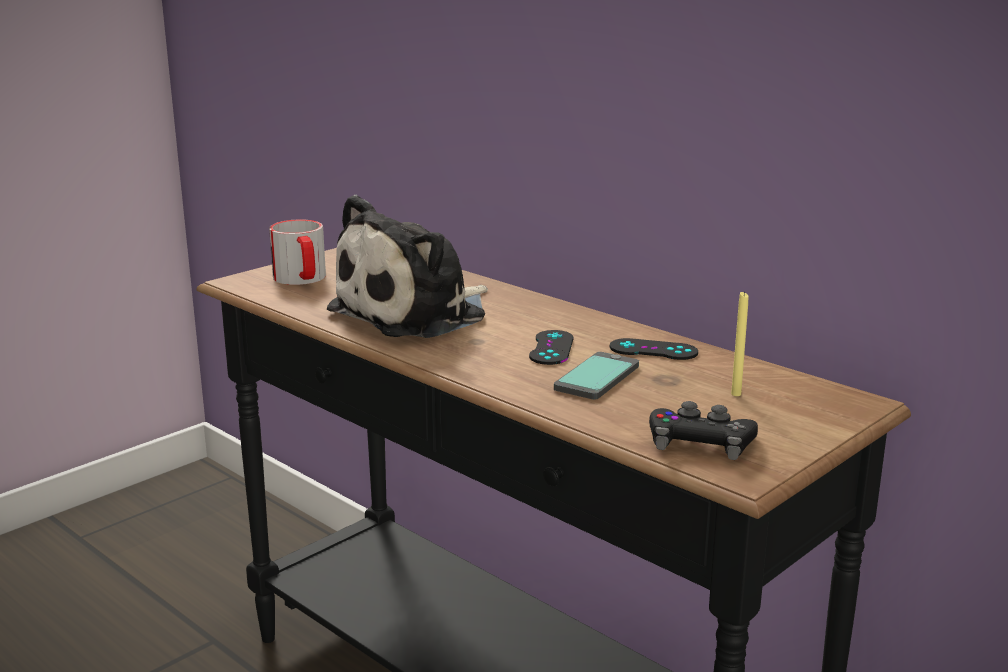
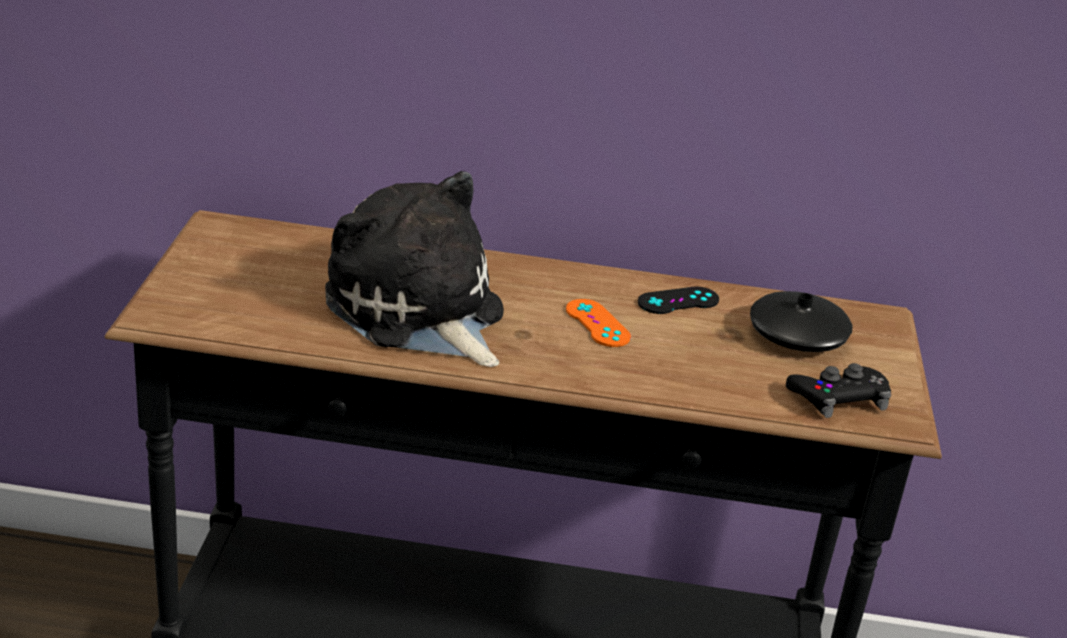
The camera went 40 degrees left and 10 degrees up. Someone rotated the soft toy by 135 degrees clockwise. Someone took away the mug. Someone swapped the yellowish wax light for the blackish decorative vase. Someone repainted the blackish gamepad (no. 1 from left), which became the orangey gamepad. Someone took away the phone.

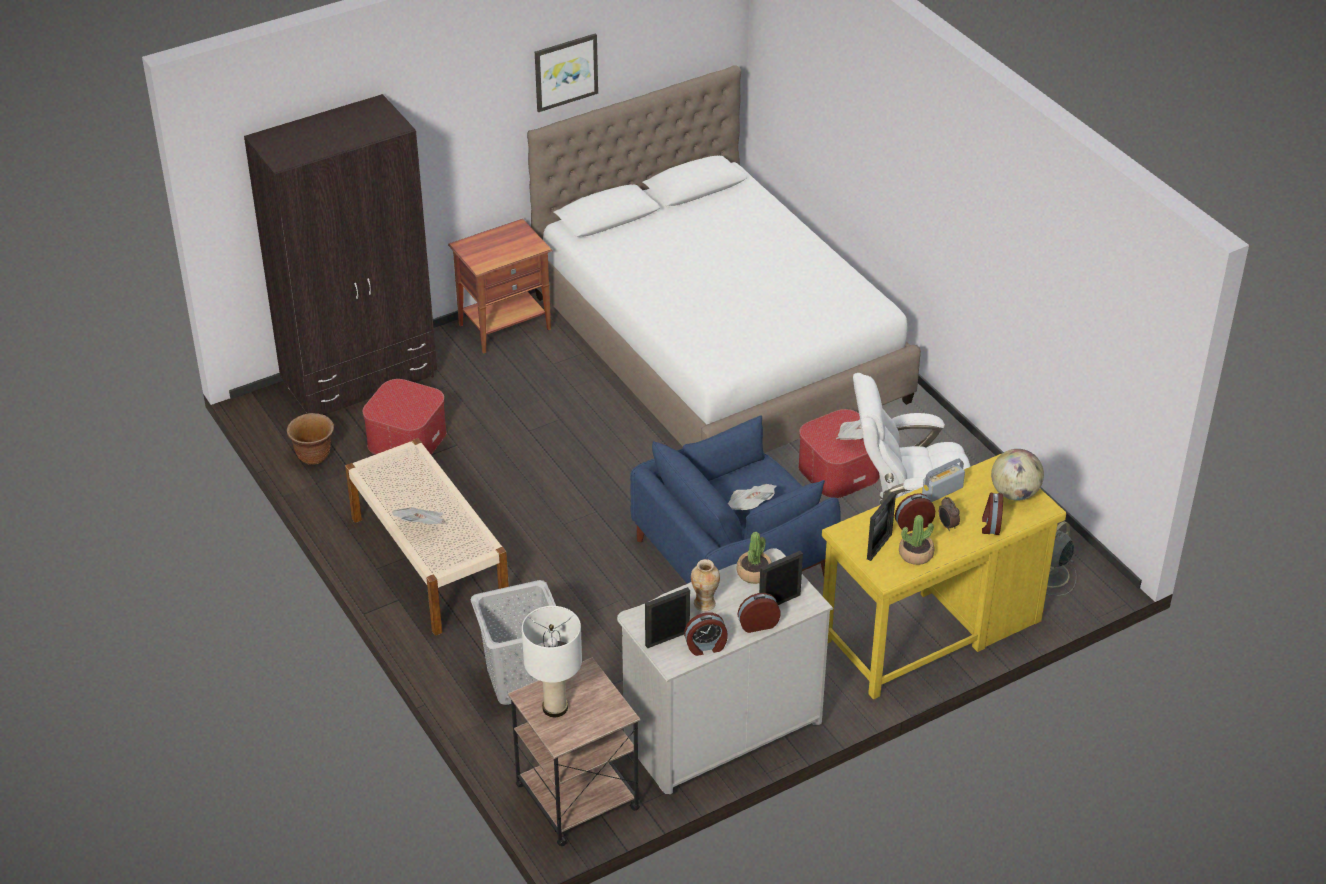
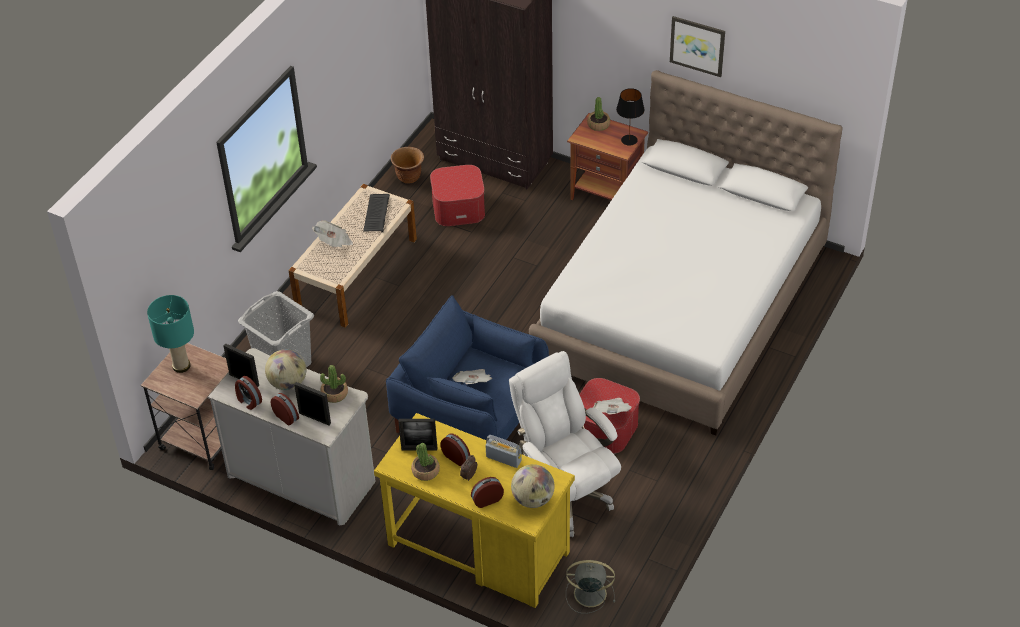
The camera went 60 degrees right and 5 degrees up. Someone swapped the decorative vase for the globe (no. 1 from left). Someone repainted the white table lamp, which became the turquoise-coloured table lamp. Someone put down the blackish table lamp. Someone put down the potted plant (no. 3 from left). Someone put down the computer keyboard.

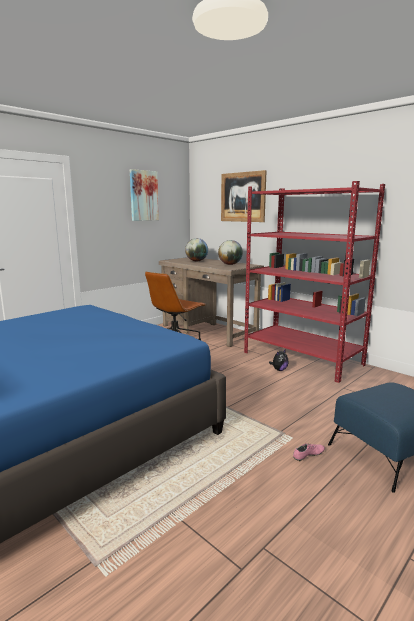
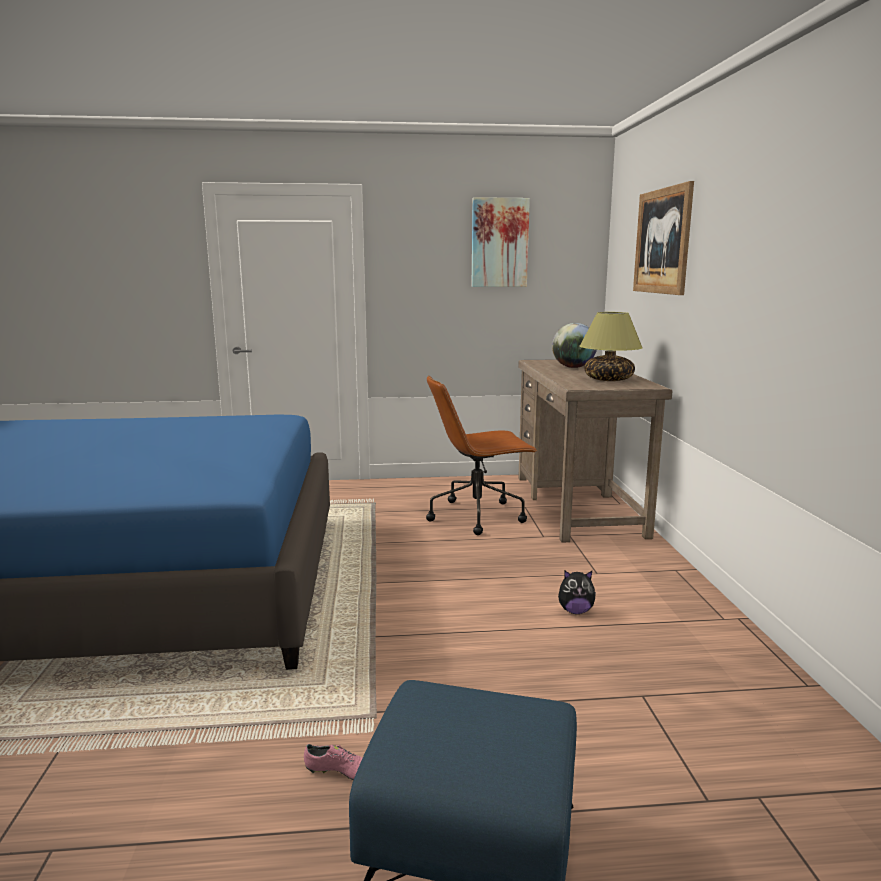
The camera went 40 degrees right and 0 degrees up. Someone took away the red-coloured bookcase. Someone swapped the globe (no. 2 from left) for the table lamp.

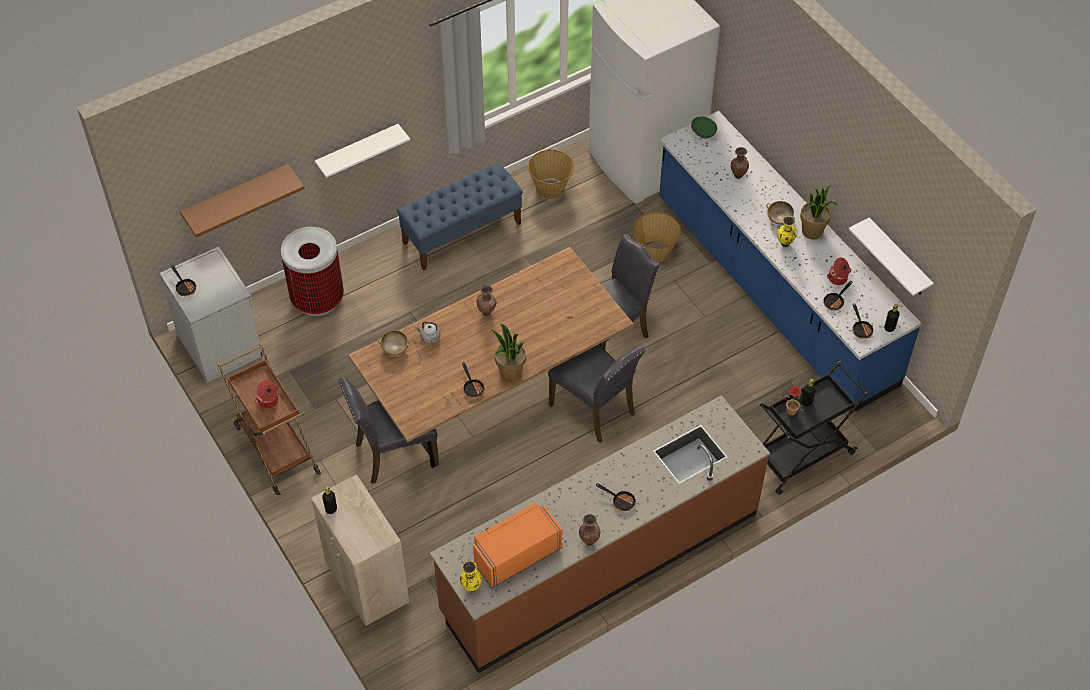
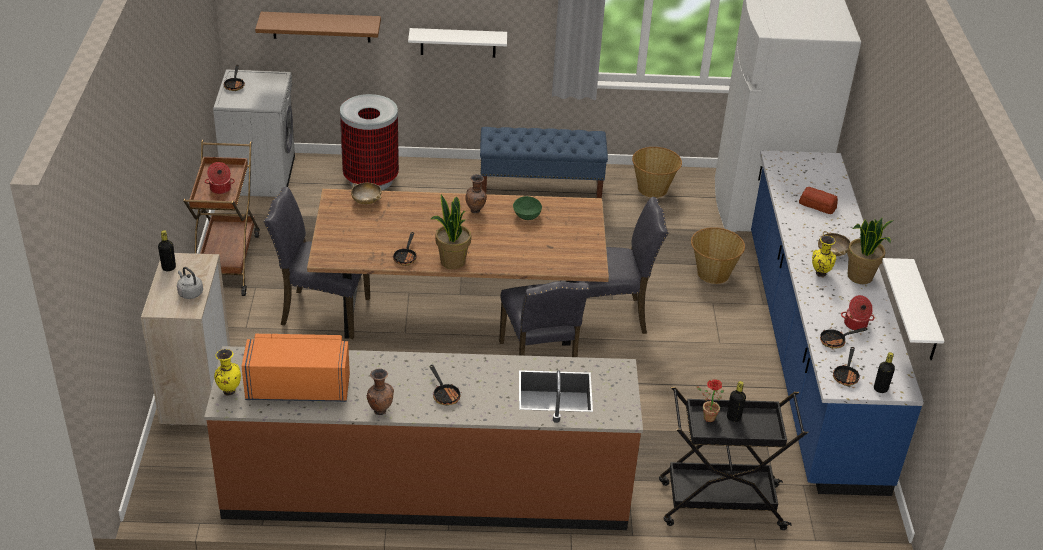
The camera went 30 degrees right and 15 degrees down. Someone carried the greenish deep dish. Someone swapped the brownish decorative vase (no. 3 from left) for the baked bread. Someone carried the gray water kettle.

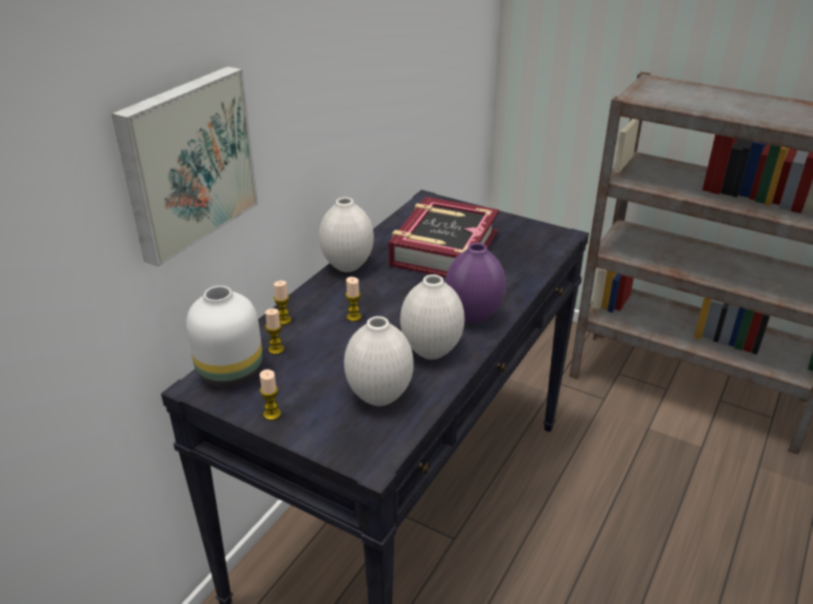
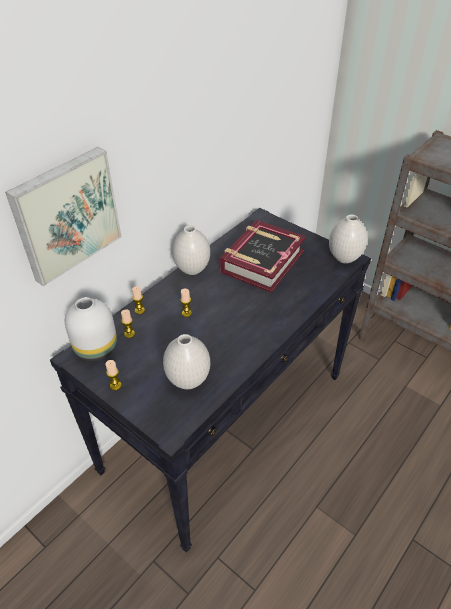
The camera went 10 degrees right and 10 degrees up. Someone took away the purple decorative vase. Someone carried the white decorative vase (no. 4 from left).

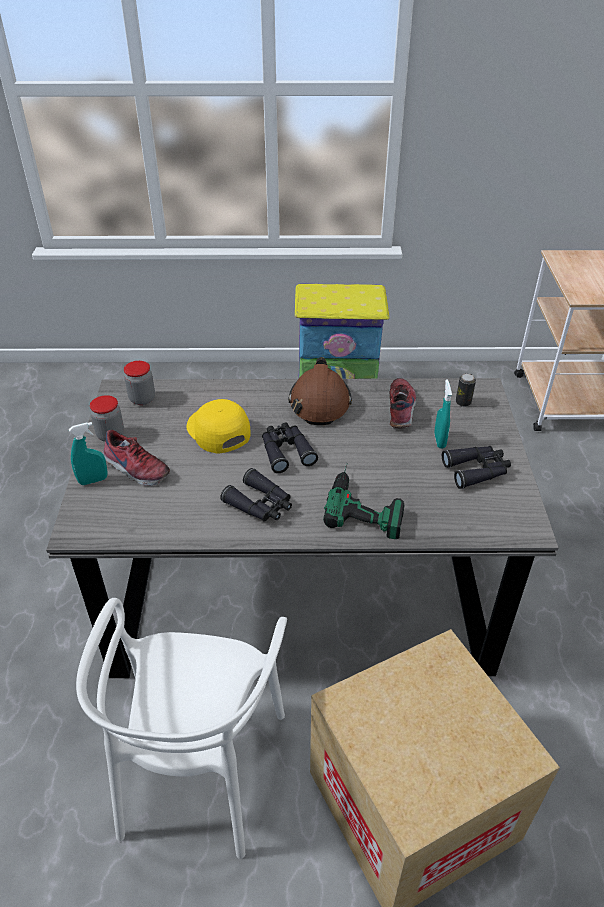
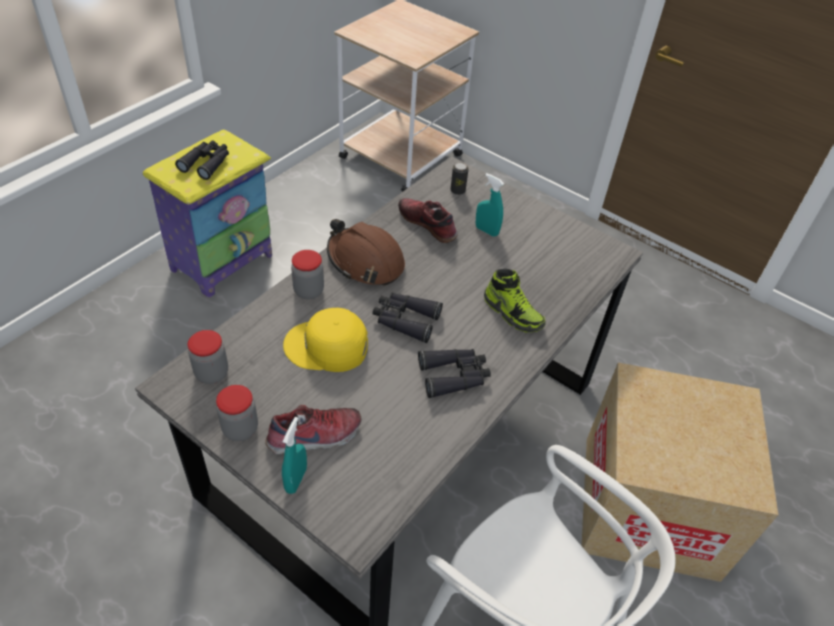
The camera went 55 degrees left and 5 degrees up. Someone carried the blackish binoculars (no. 3 from left in the first image). Someone swapped the power drill for the shoe (no. 3 from left). Someone put down the jar (no. 3 from left).

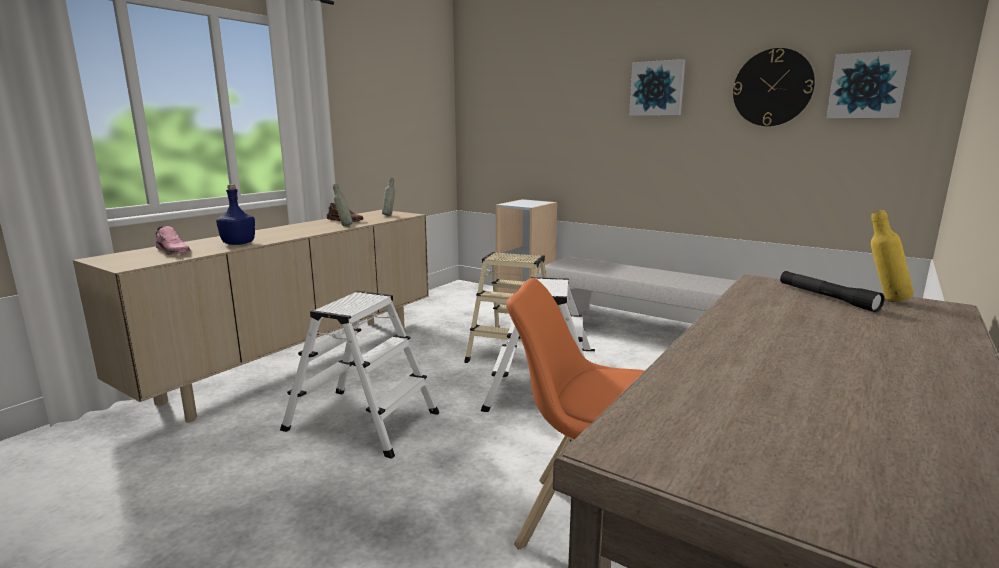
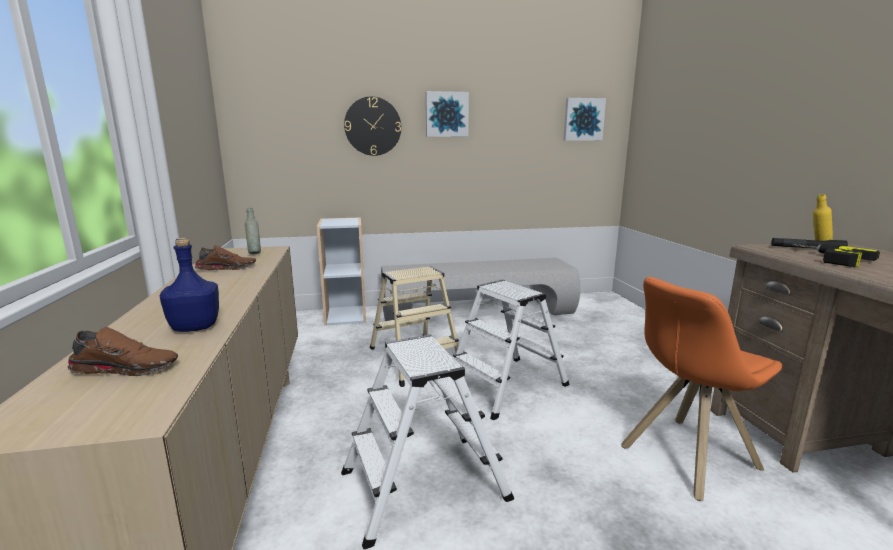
The camera went 45 degrees left and 0 degrees up. Someone carried the wall clock. Someone took away the gray drink bottle (no. 1 from left). Someone repainted the pinkish shoe, which became the brownish shoe (no. 1 from left). Someone put down the power drill.

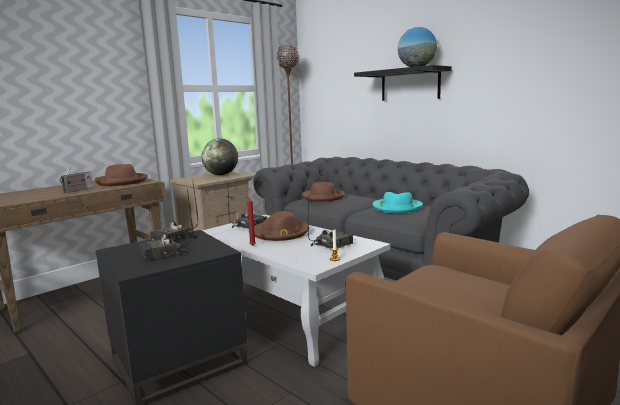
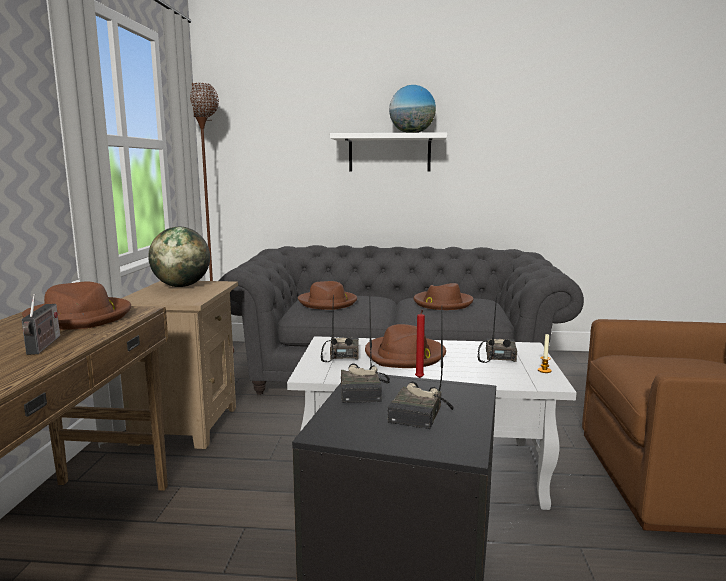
The camera went 40 degrees left and 0 degrees up. Someone repainted the blackish bracket shelf, which became the white bracket shelf. Someone repainted the turquoise-coloured hat, which became the brownish hat (no. 4 from left).

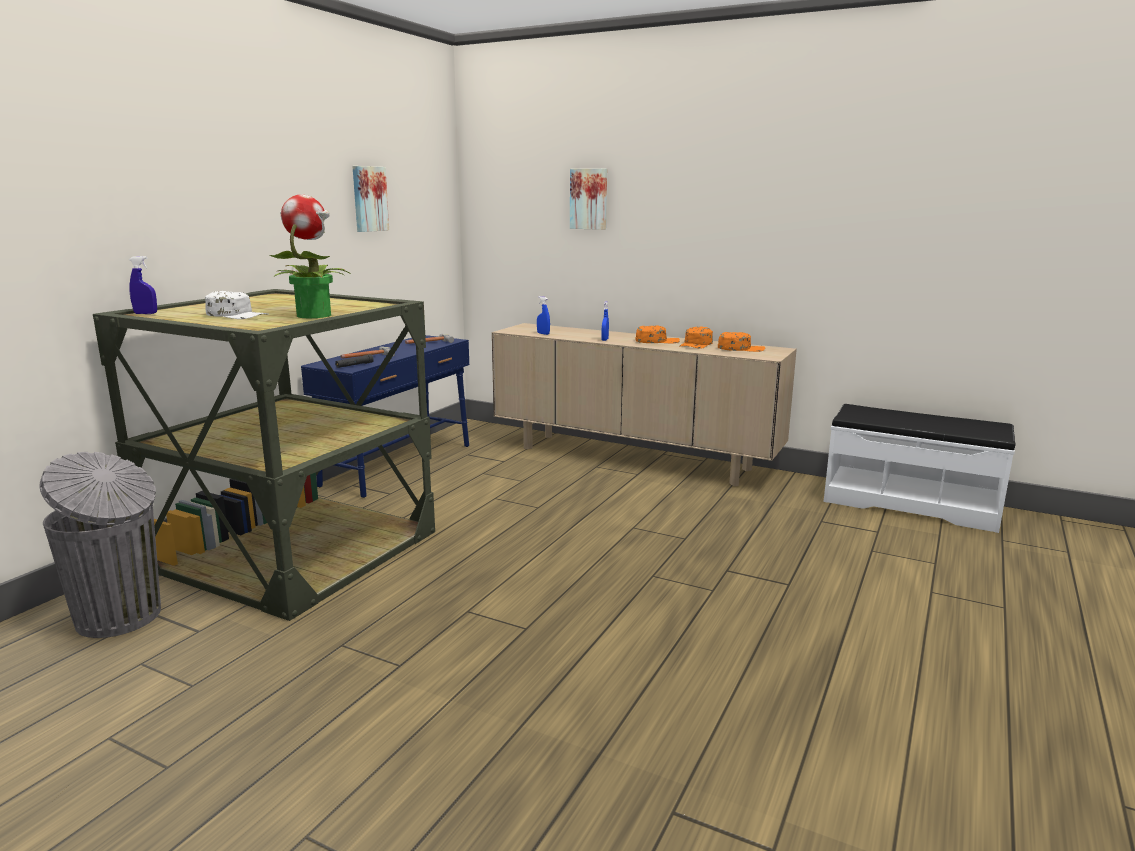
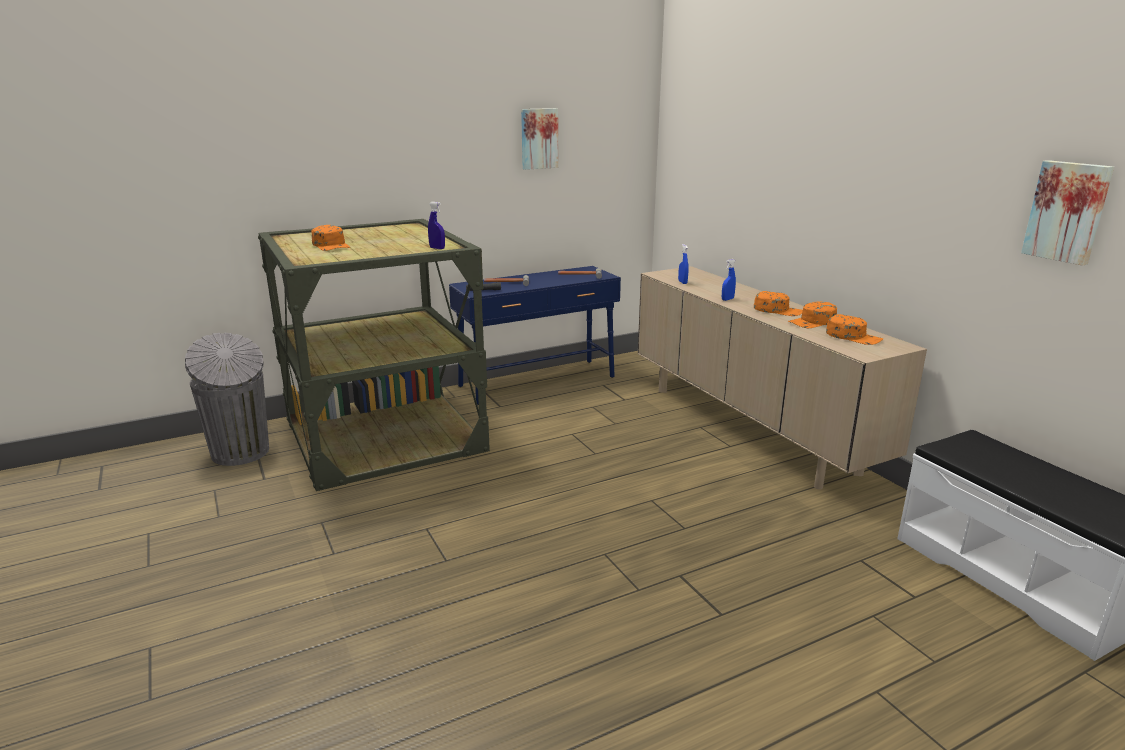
The camera went 35 degrees right and 5 degrees up. Someone carried the picture (no. 2 from left). Someone took away the potted plant. Someone carried the blue hand sprayer (no. 1 from left). Someone repainted the white peaked cap, which became the orangey peaked cap (no. 1 from left).

